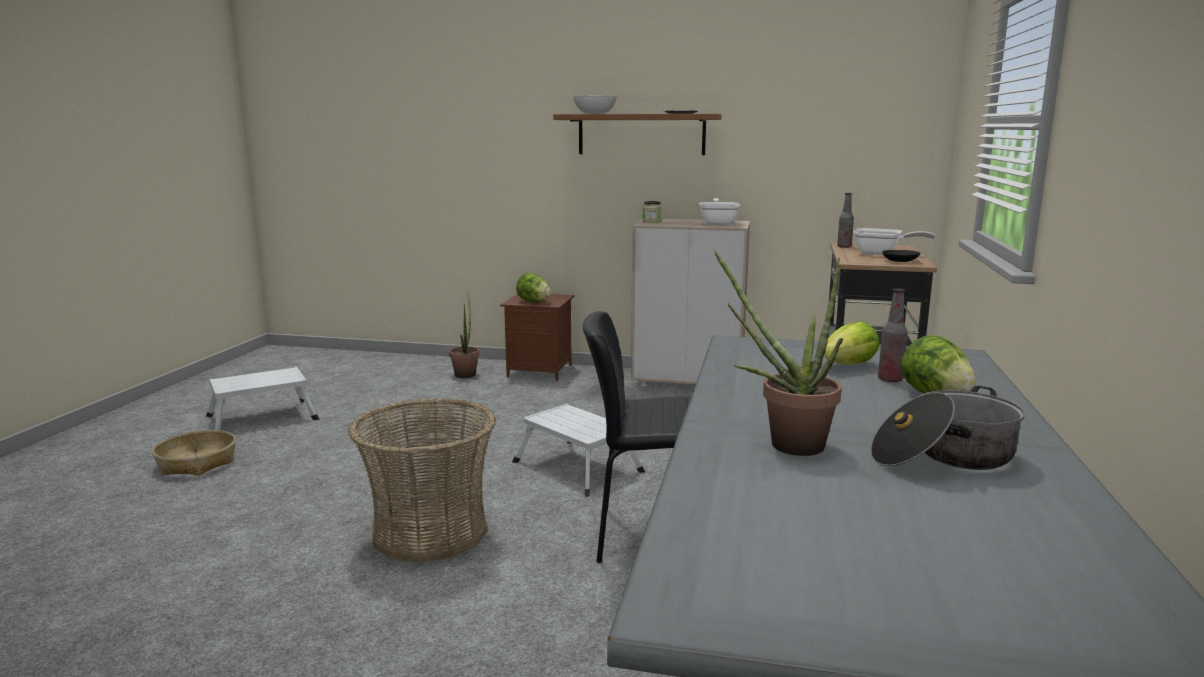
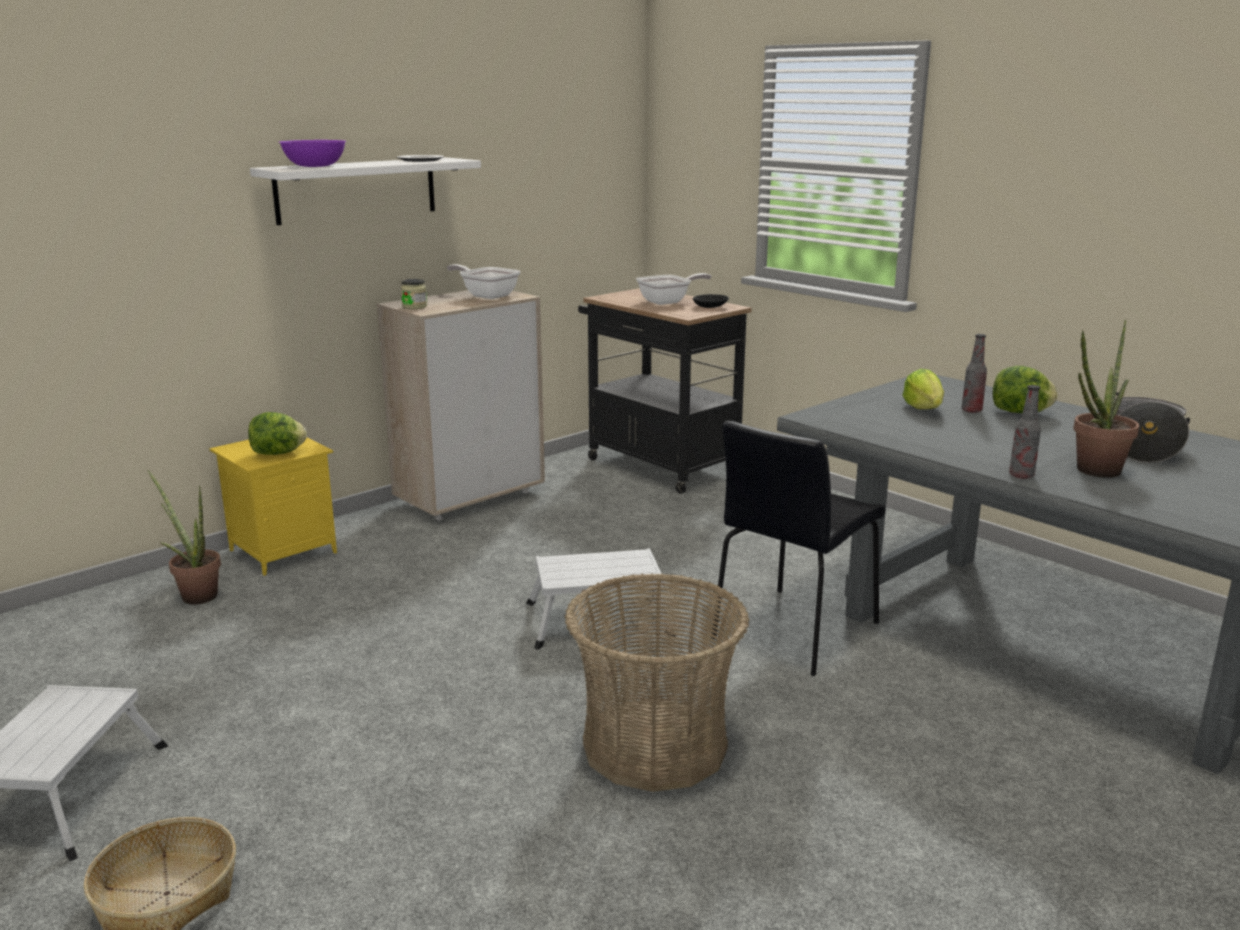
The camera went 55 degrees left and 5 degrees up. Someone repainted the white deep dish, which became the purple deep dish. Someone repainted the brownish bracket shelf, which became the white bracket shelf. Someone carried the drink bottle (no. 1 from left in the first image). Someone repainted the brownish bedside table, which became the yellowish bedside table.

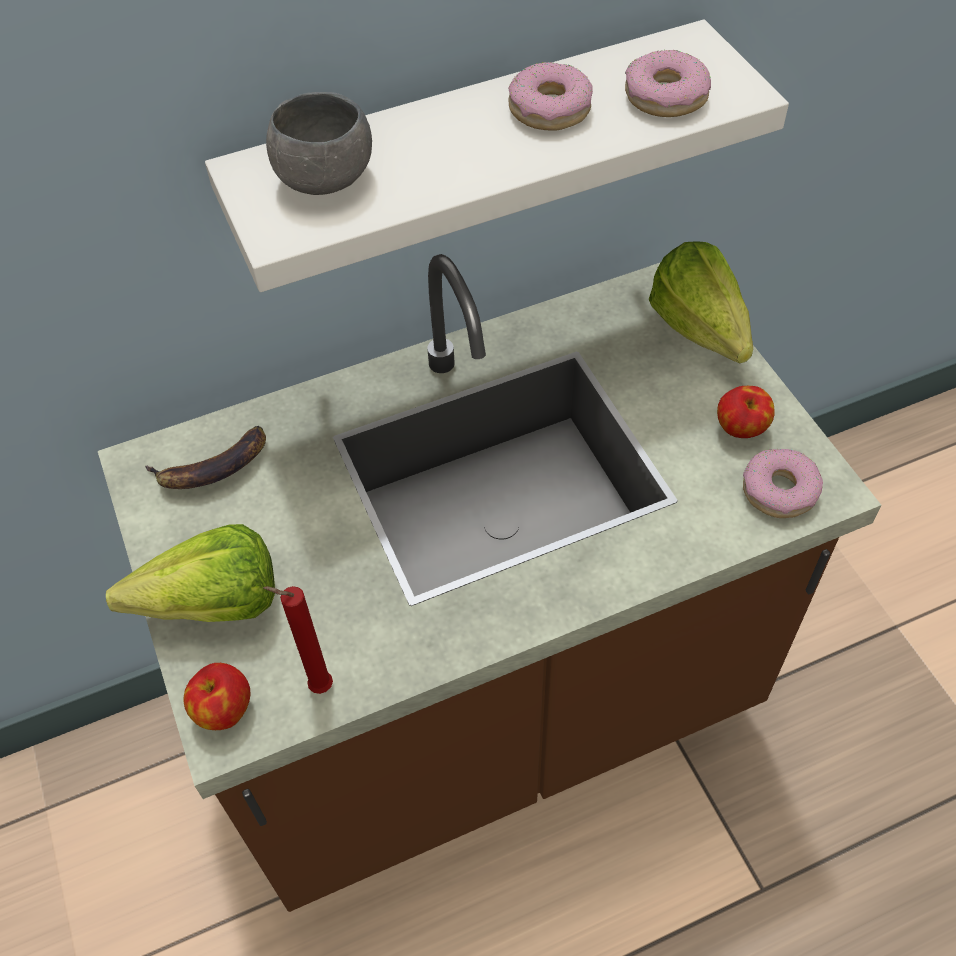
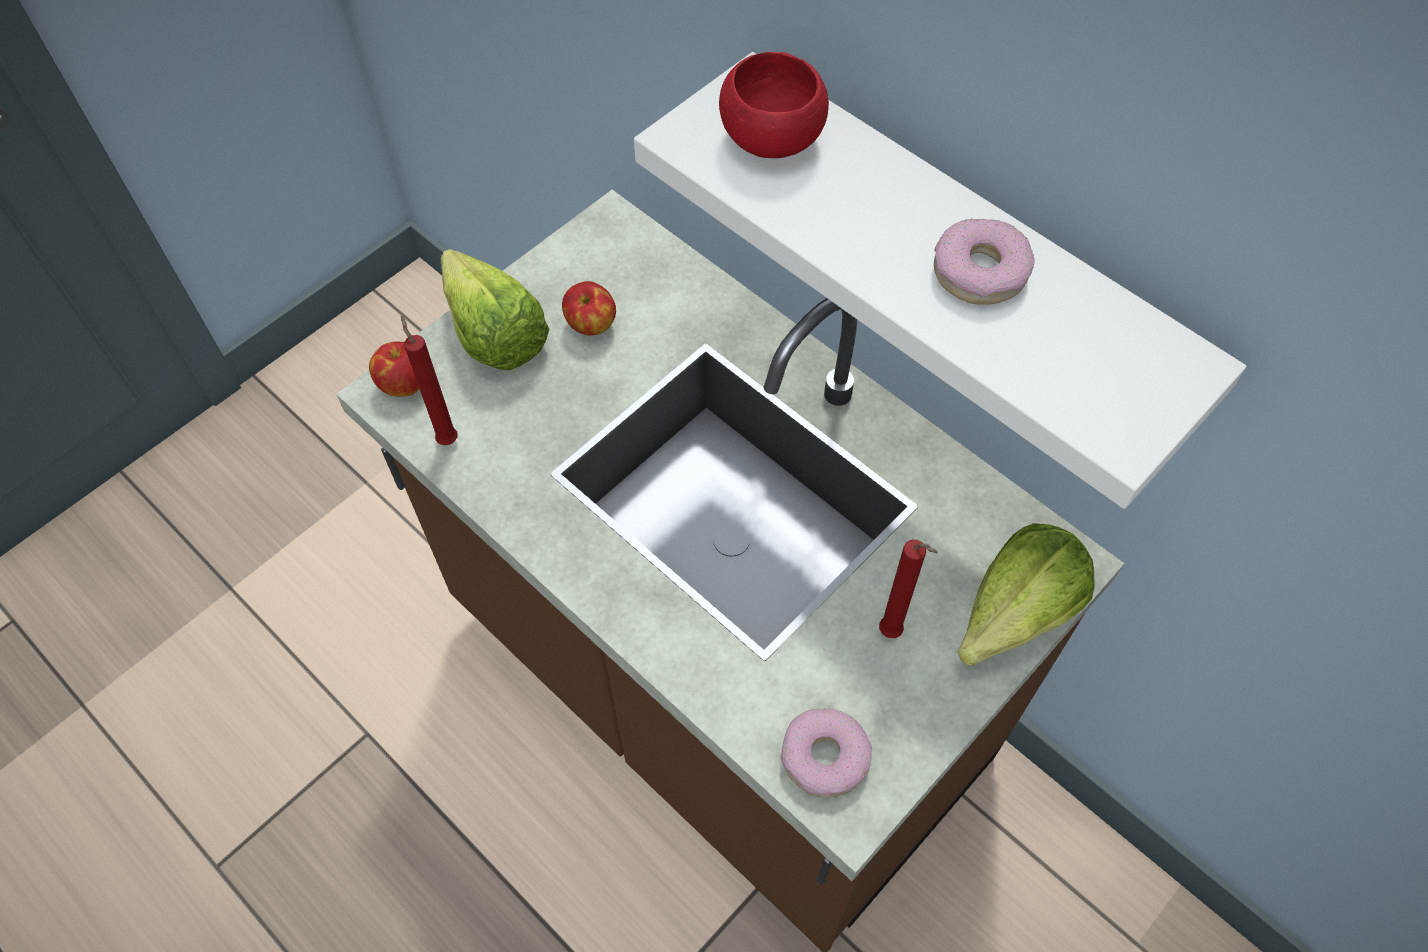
The camera went 65 degrees right and 5 degrees up. Someone took away the doughnut (no. 2 from left). Someone repainted the gray deep dish, which became the red-coloured deep dish. Someone carried the apple fruit (no. 2 from left). Someone took away the banana fruit. Someone put down the red-coloured wax light (no. 2 from left).

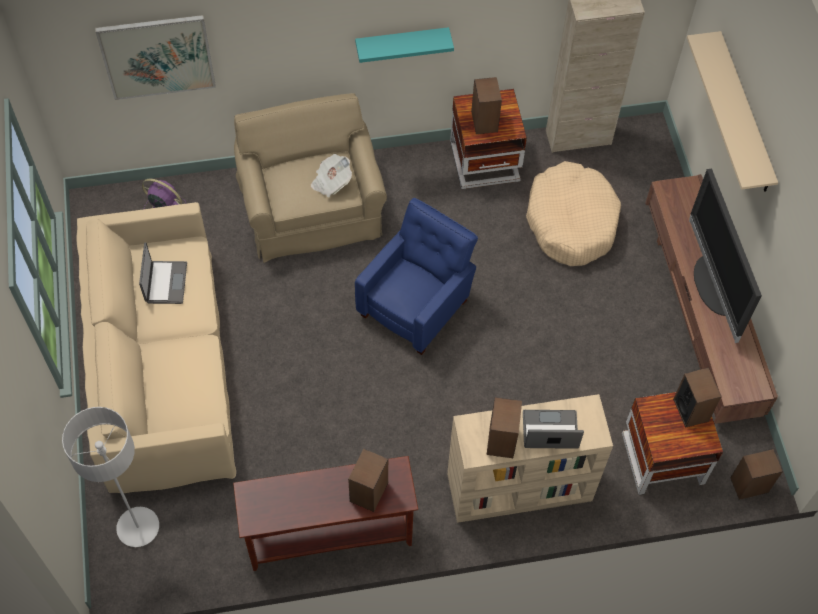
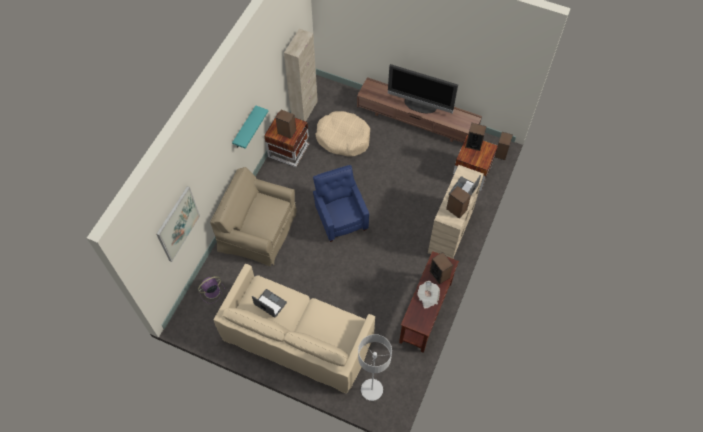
The camera went 55 degrees left and 0 degrees up. Someone took away the sand-coloured bracket shelf. Someone carried the newspaper.

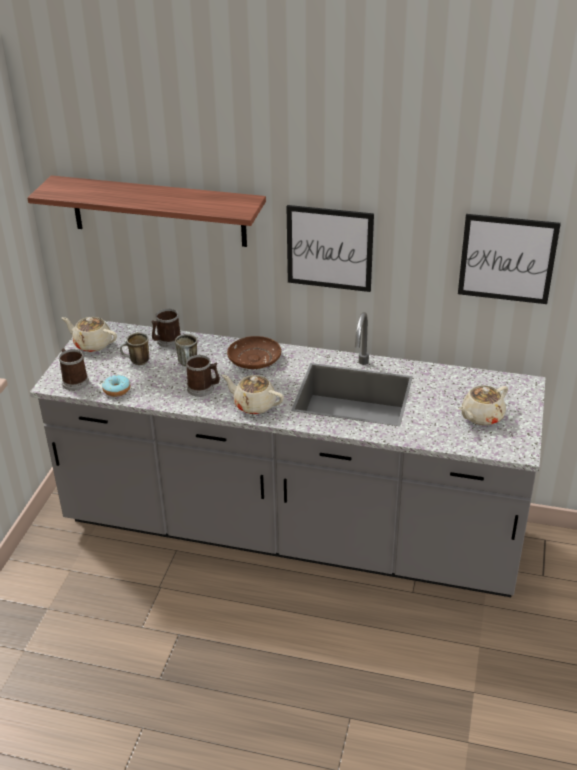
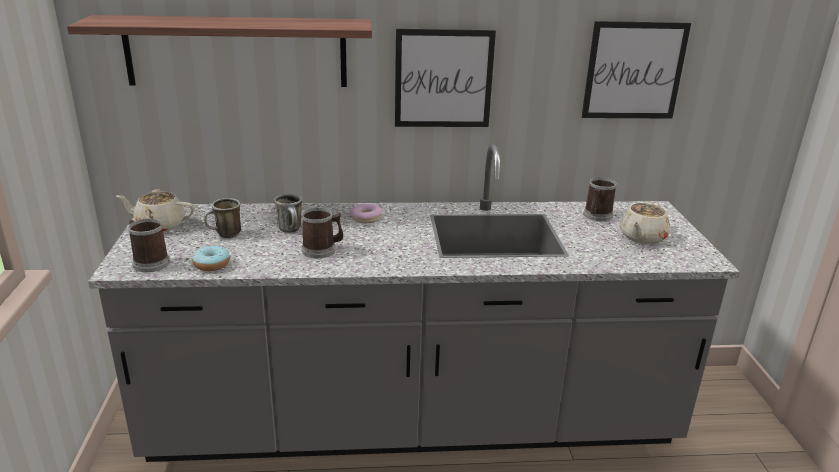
The camera went 20 degrees left and 10 degrees down. Someone carried the mug (no. 3 from left in the first image). Someone swapped the brownish dinner plate for the doughnut (no. 2 from left). Someone took away the sand-coloured pot for tea (no. 2 from left).

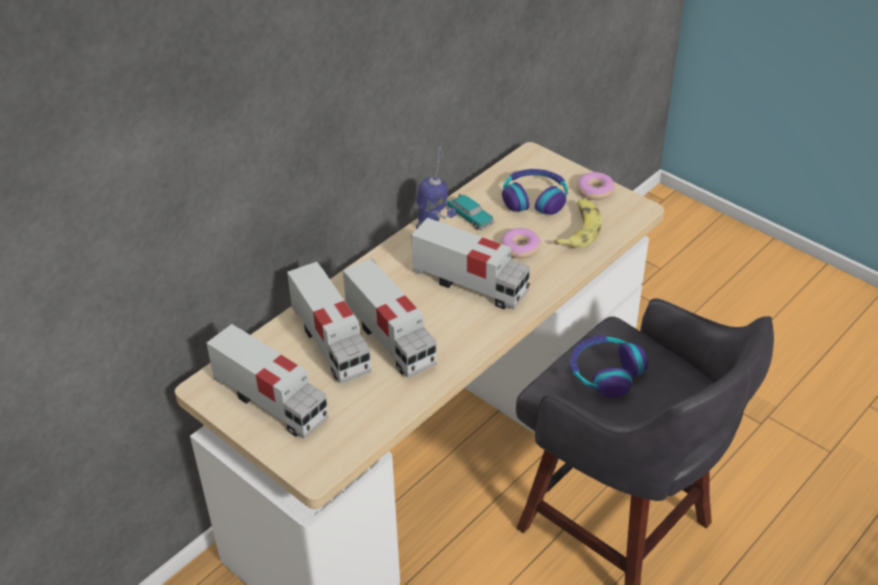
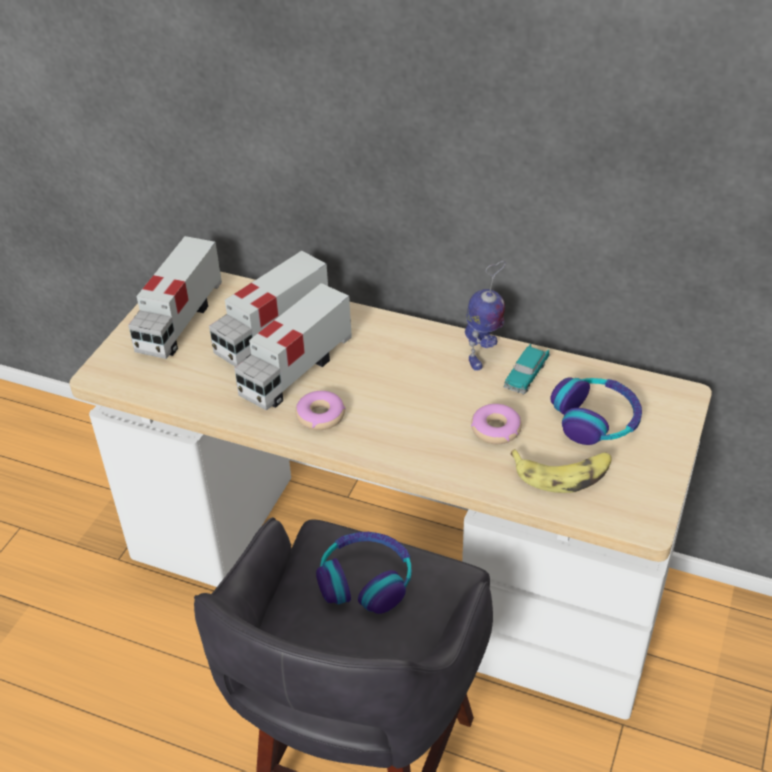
The camera went 70 degrees right and 0 degrees up. Someone carried the doughnut (no. 2 from left in the first image). Someone took away the model truck (no. 4 from left).

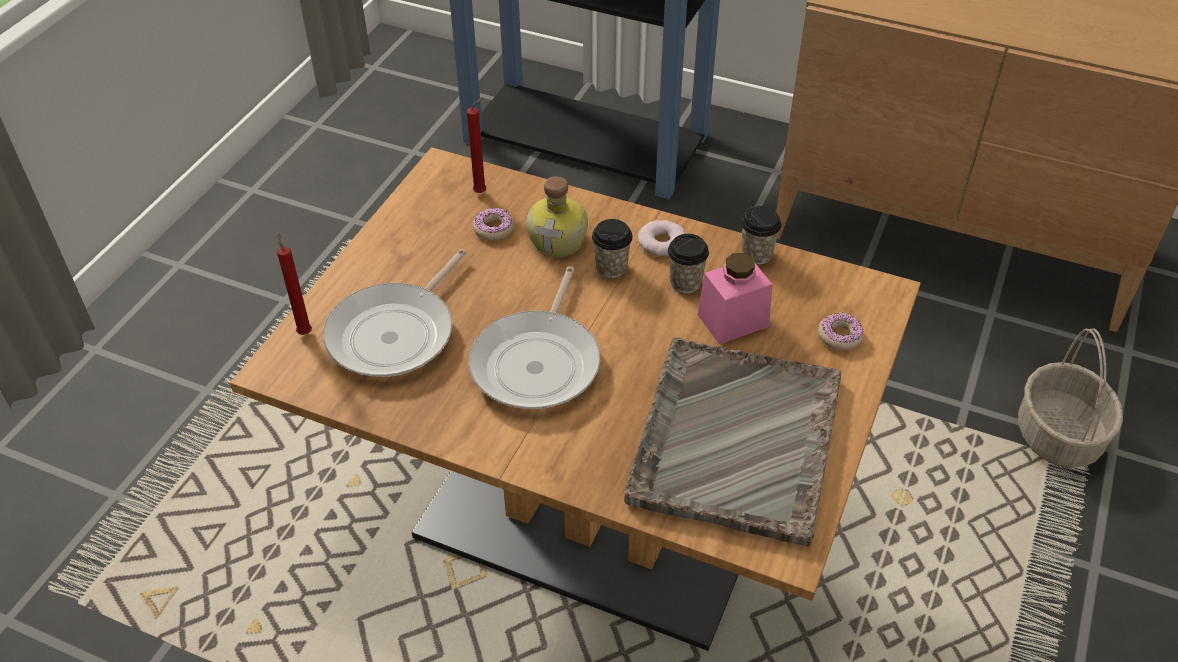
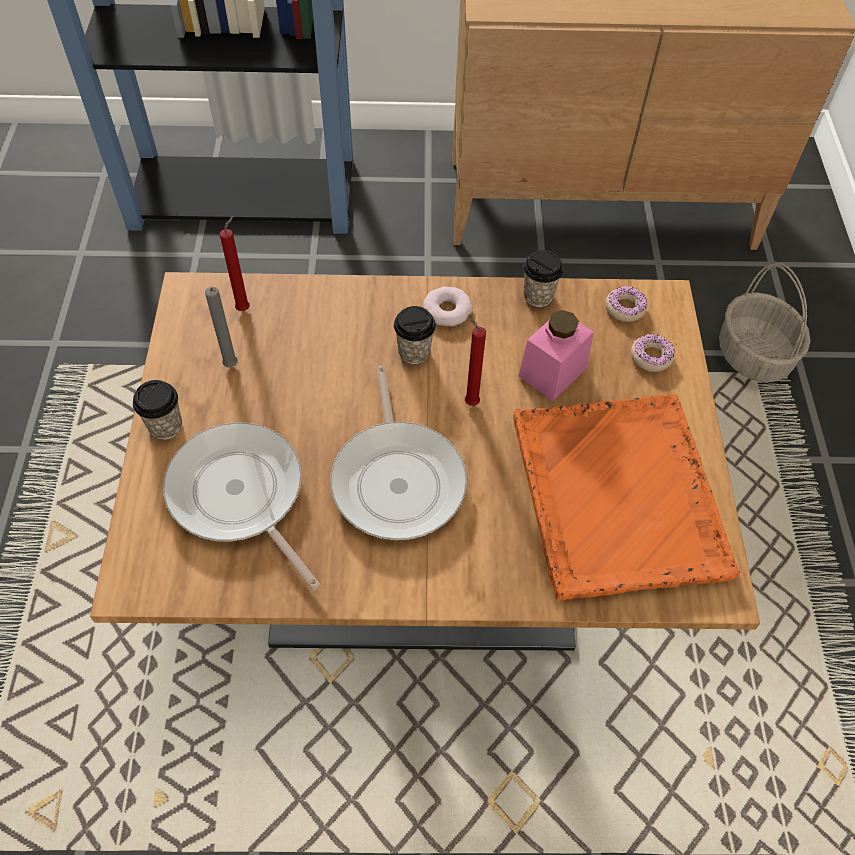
The camera went 25 degrees left and 10 degrees up. Someone took away the drink bottle. Someone carried the doughnut (no. 1 from left in the first image). Someone carried the red-coloured wax light (no. 1 from left in the first image). Someone carried the cup (no. 2 from left in the first image). Someone rotated the pan (no. 1 from left) by 135 degrees clockwise. Someone repainted the gray serving tray, which became the orangey serving tray. Someone put down the gray wax light.

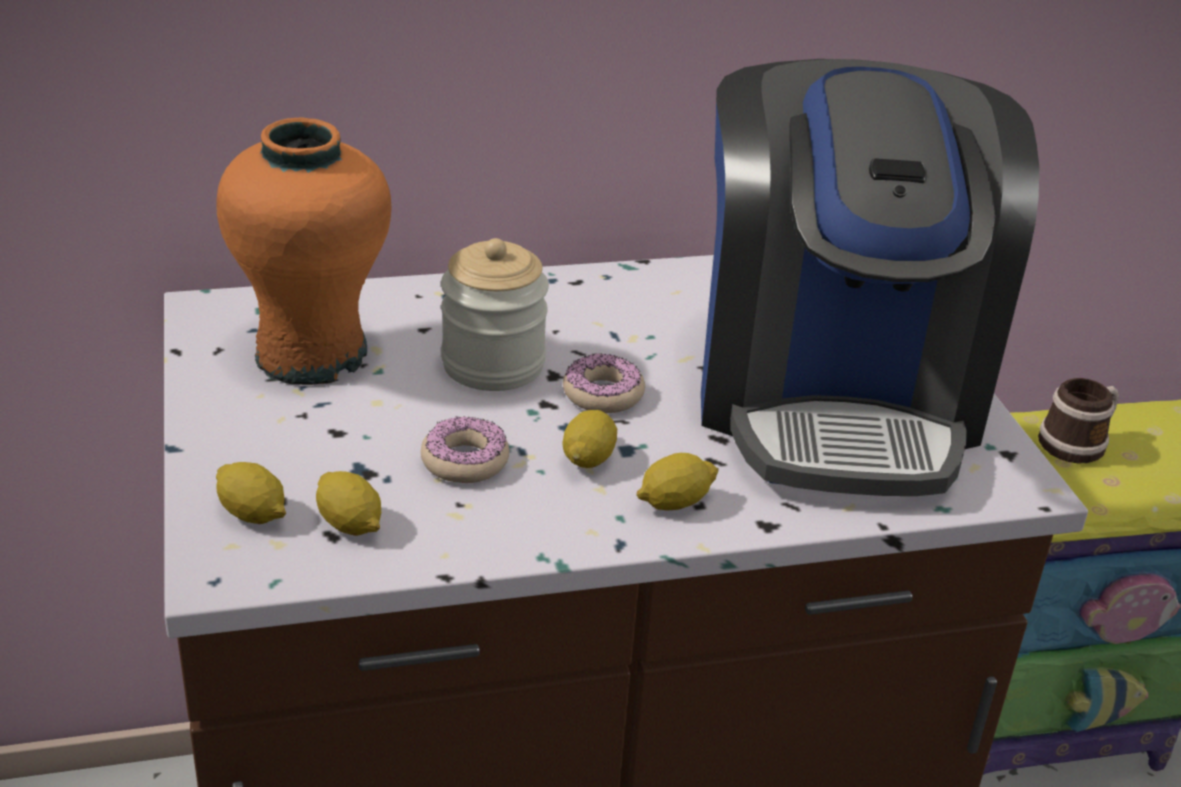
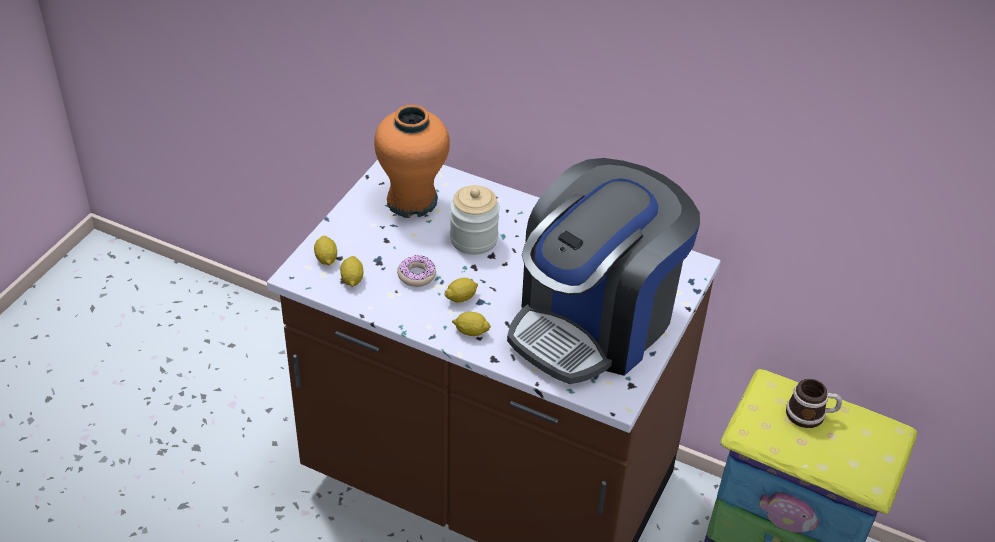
The camera went 40 degrees right and 10 degrees up. Someone took away the doughnut (no. 2 from left).

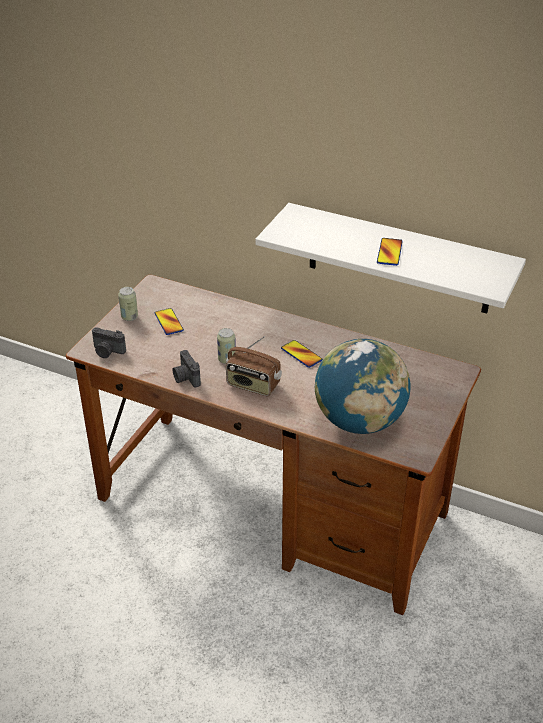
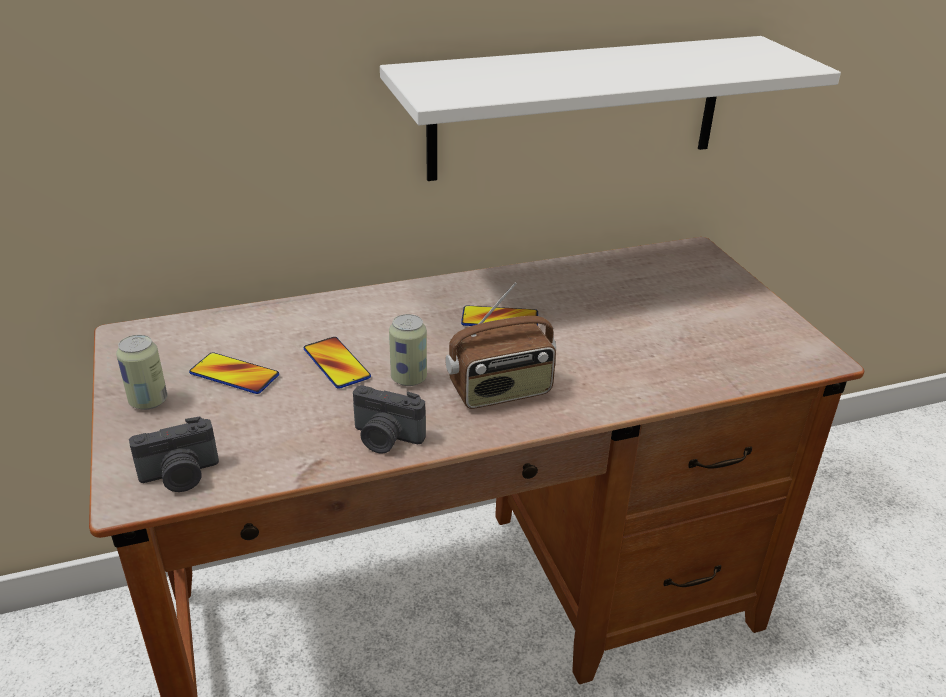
The camera went 45 degrees left and 5 degrees down. Someone carried the phone (no. 3 from left in the first image). Someone took away the globe.

